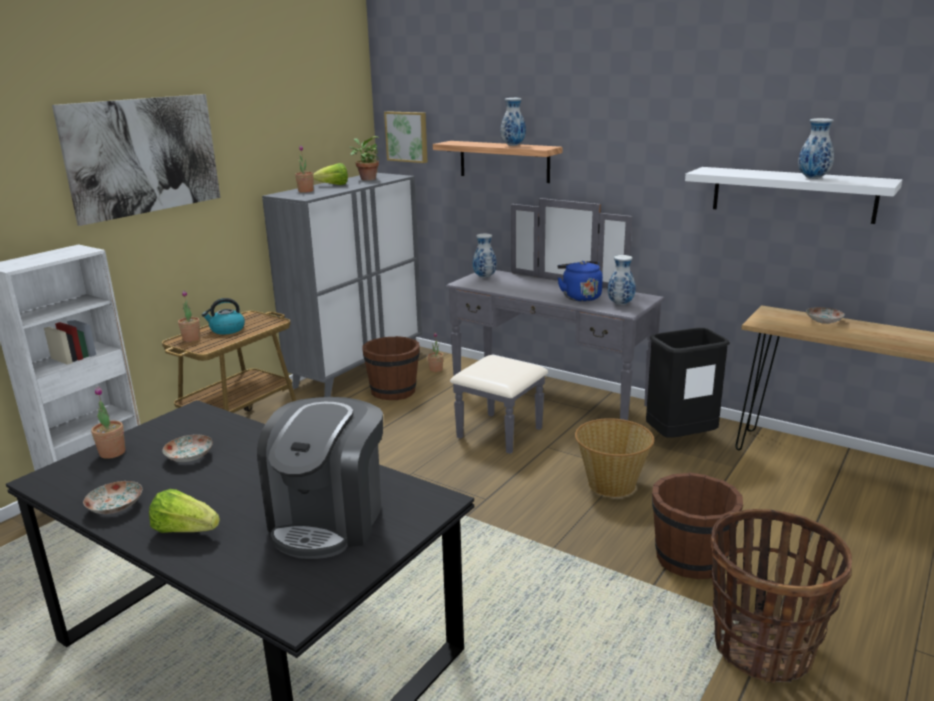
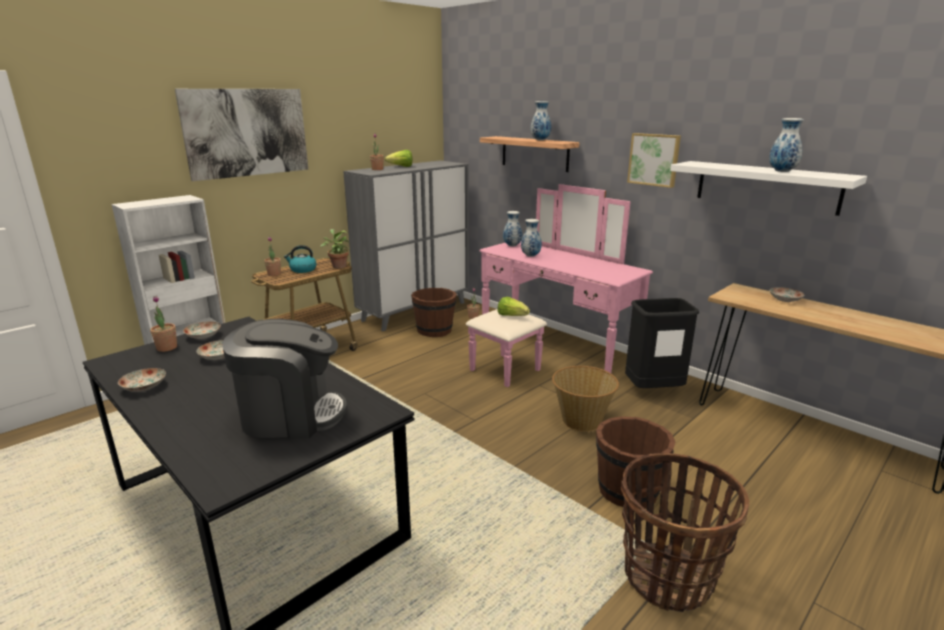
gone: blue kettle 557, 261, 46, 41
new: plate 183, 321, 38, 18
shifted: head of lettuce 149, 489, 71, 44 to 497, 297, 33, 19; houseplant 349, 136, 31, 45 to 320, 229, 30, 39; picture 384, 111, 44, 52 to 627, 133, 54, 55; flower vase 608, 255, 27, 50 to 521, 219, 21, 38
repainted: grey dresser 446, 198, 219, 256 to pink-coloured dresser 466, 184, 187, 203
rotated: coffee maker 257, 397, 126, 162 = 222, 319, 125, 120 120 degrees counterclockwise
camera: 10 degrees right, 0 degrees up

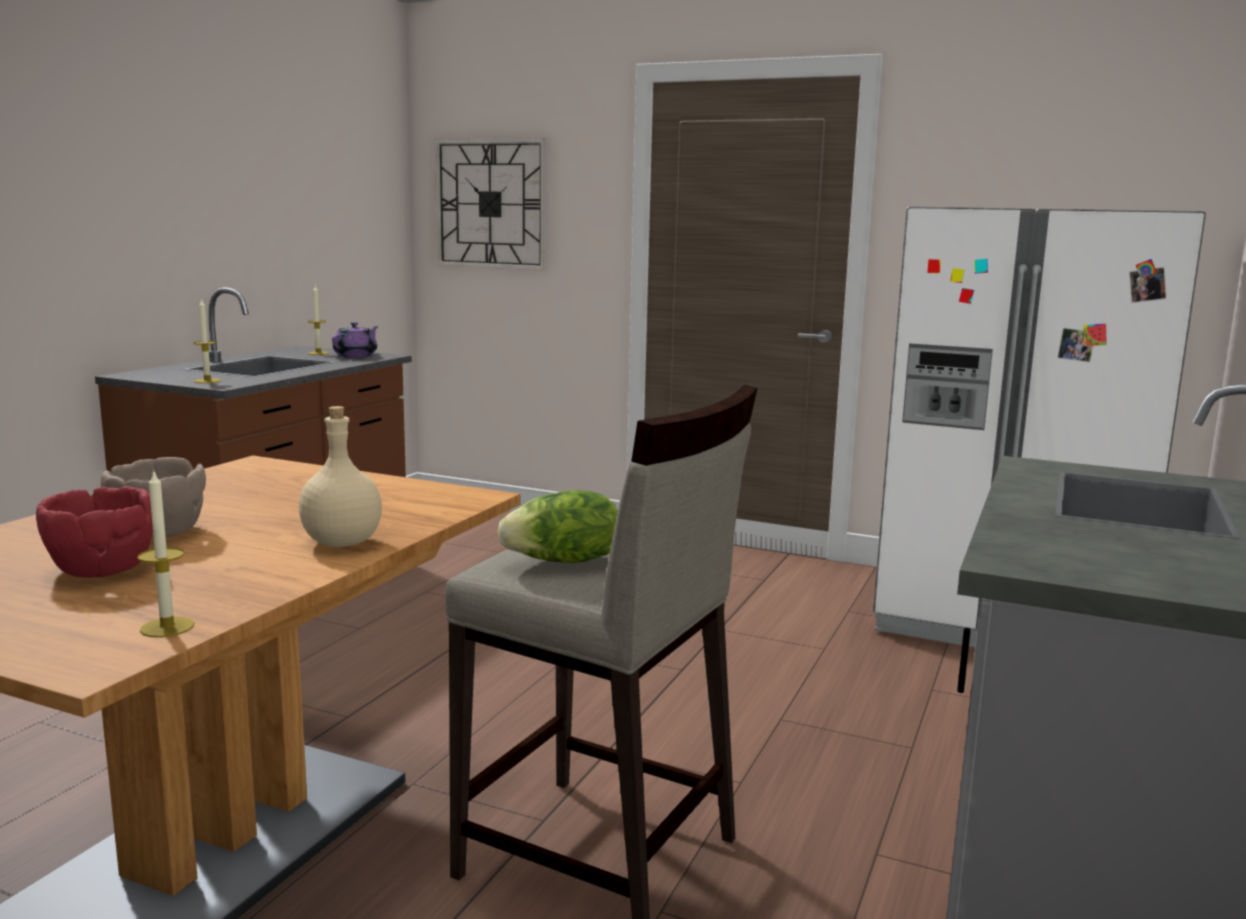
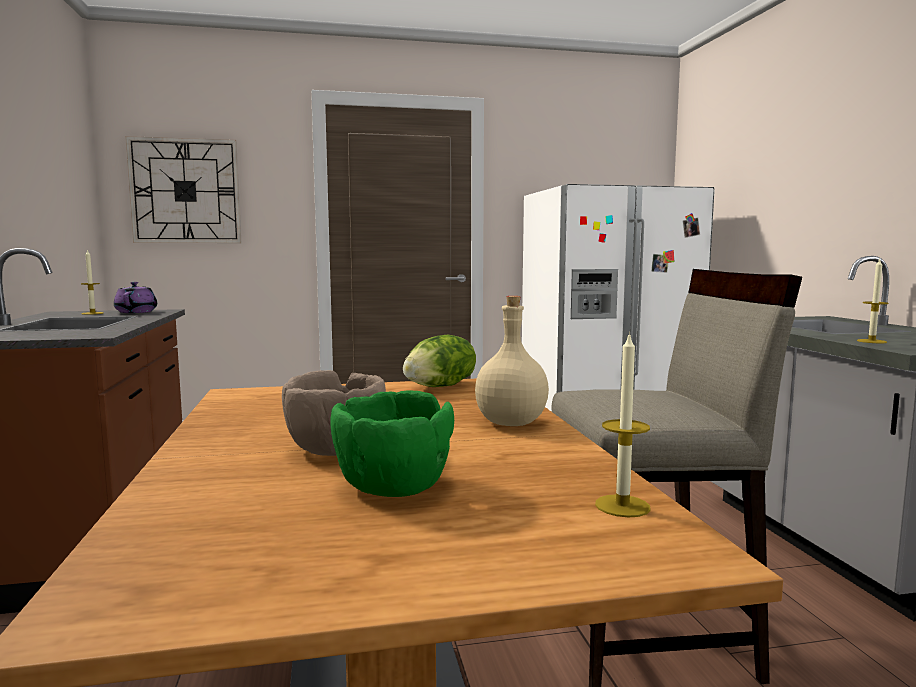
shifted: wax light 193, 298, 28, 85 to 857, 259, 31, 84; head of lettuce 498, 490, 120, 73 to 403, 335, 73, 52
repainted: red bowl 36, 486, 117, 92 to greenish bowl 330, 390, 124, 107
camera: 35 degrees left, 5 degrees down

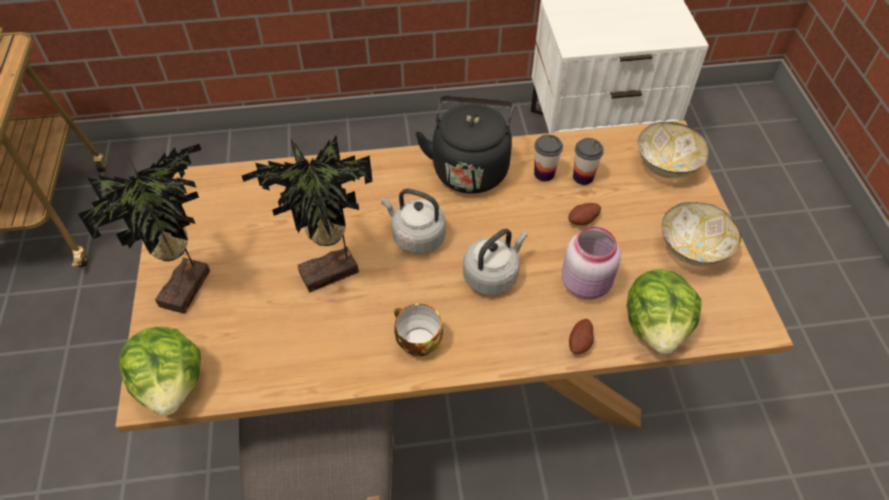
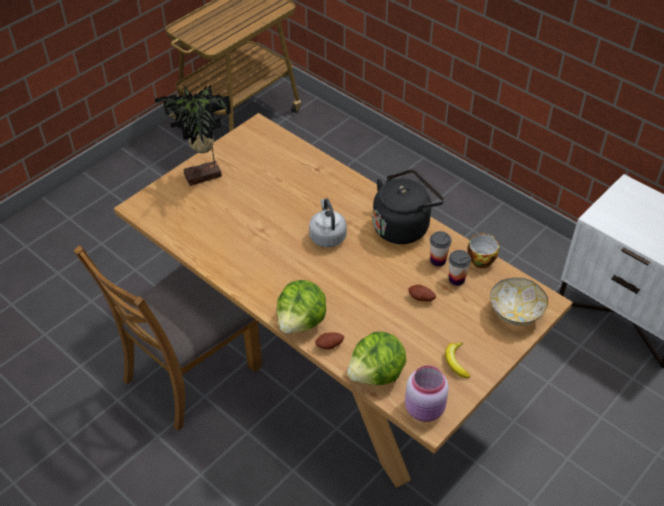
gone: houseplant 242, 136, 130, 156; grey kettle 463, 229, 65, 66
shifted: head of lettuce 119, 327, 82, 89 to 276, 280, 50, 54; small cup 394, 304, 49, 53 to 467, 232, 32, 36; pink-coloured storage jar 562, 226, 59, 74 to 405, 365, 44, 57
swapped: bowl 662, 202, 79, 64 to banana 445, 342, 25, 36
camera: 50 degrees right, 5 degrees down

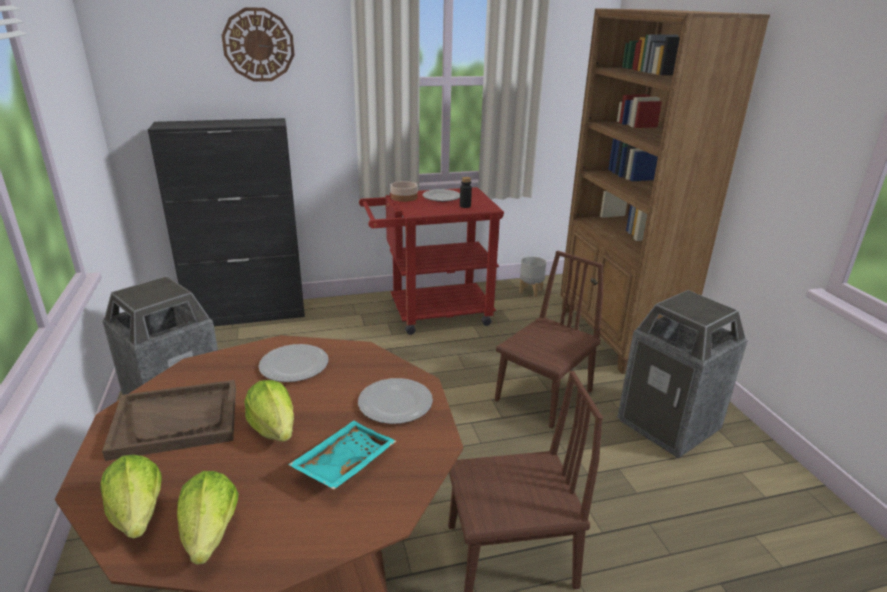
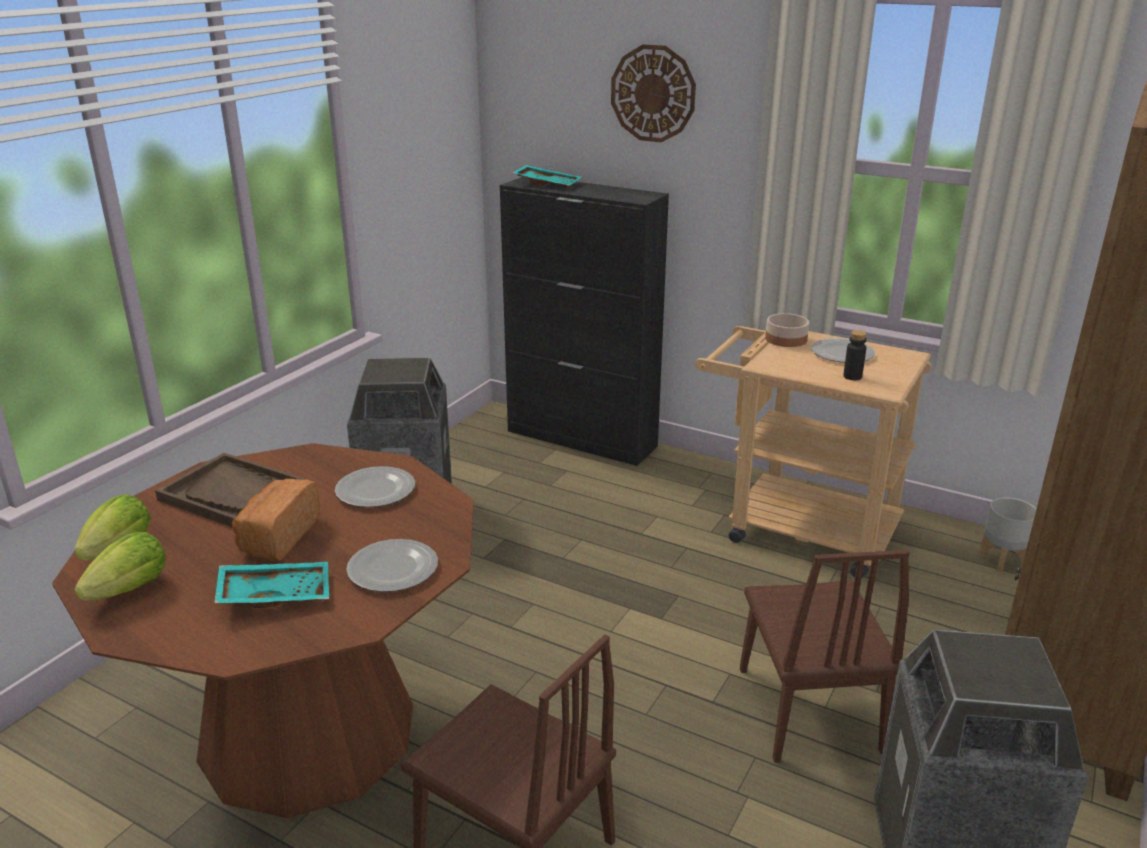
new: turquoise-coloured serving tray 512, 165, 69, 23
swapped: head of lettuce 244, 380, 50, 62 to baked bread 232, 479, 88, 82
repainted: red cart 359, 187, 145, 148 to sand-coloured cart 695, 326, 237, 252
rotated: brown chair 495, 251, 108, 178 = 740, 550, 170, 213 90 degrees clockwise
camera: 45 degrees right, 0 degrees up

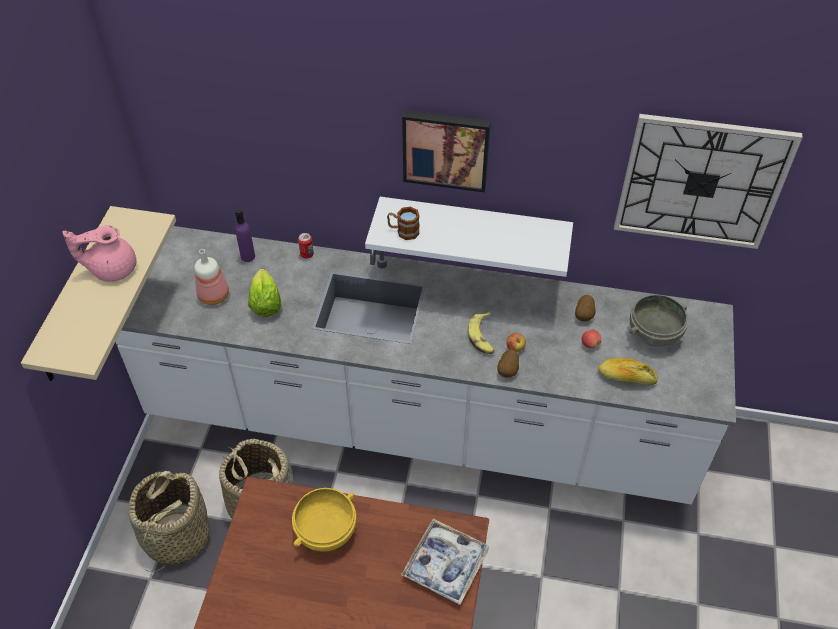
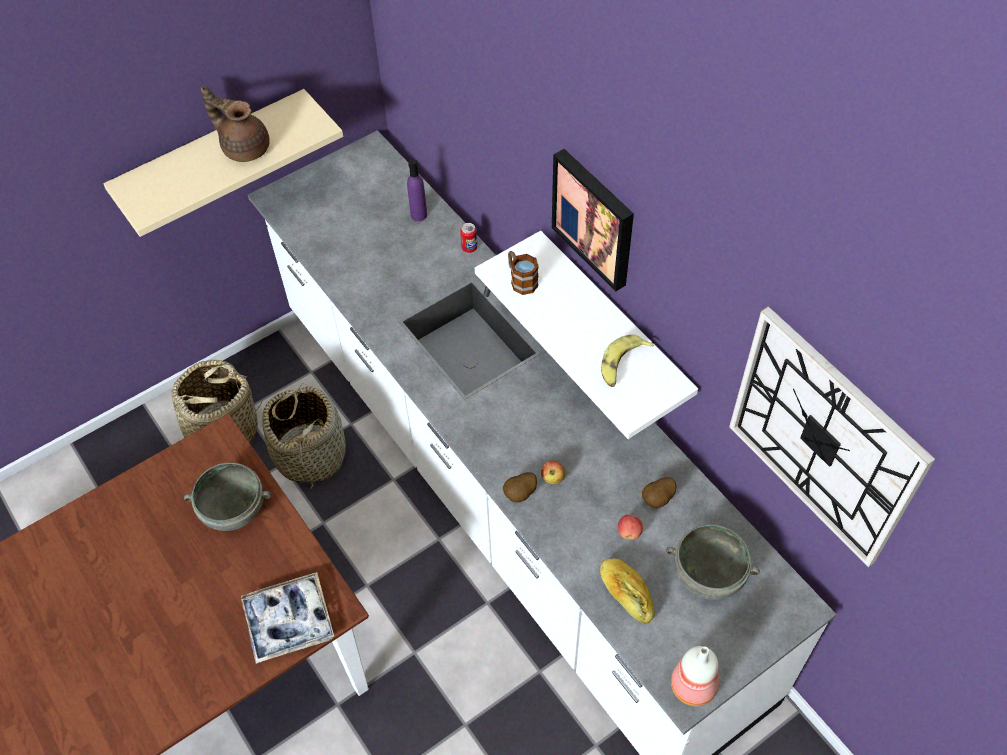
gone: head of lettuce 248, 269, 33, 48
shifted: beverage bottle 194, 249, 35, 56 to 671, 646, 48, 60; banana 468, 312, 27, 42 to 601, 335, 53, 52
repainted: pink-coloured tea pot 62, 225, 74, 56 to brown tea pot 201, 86, 69, 76; yellowish bowl 292, 488, 64, 64 to grey bowl 184, 462, 87, 69
camera: 45 degrees right, 5 degrees up

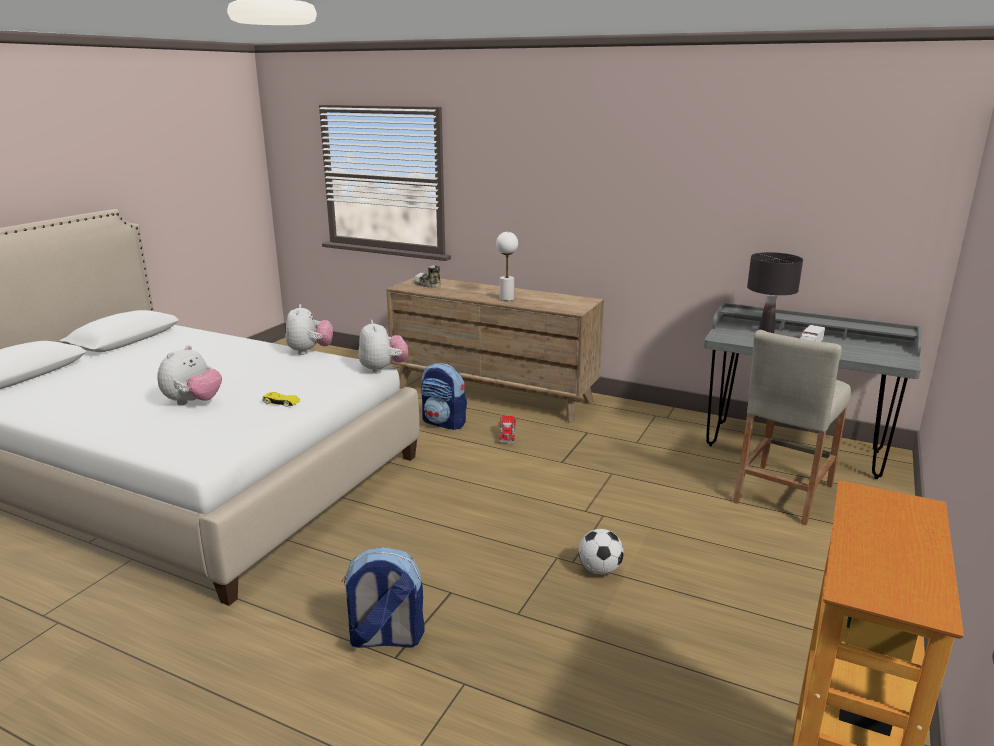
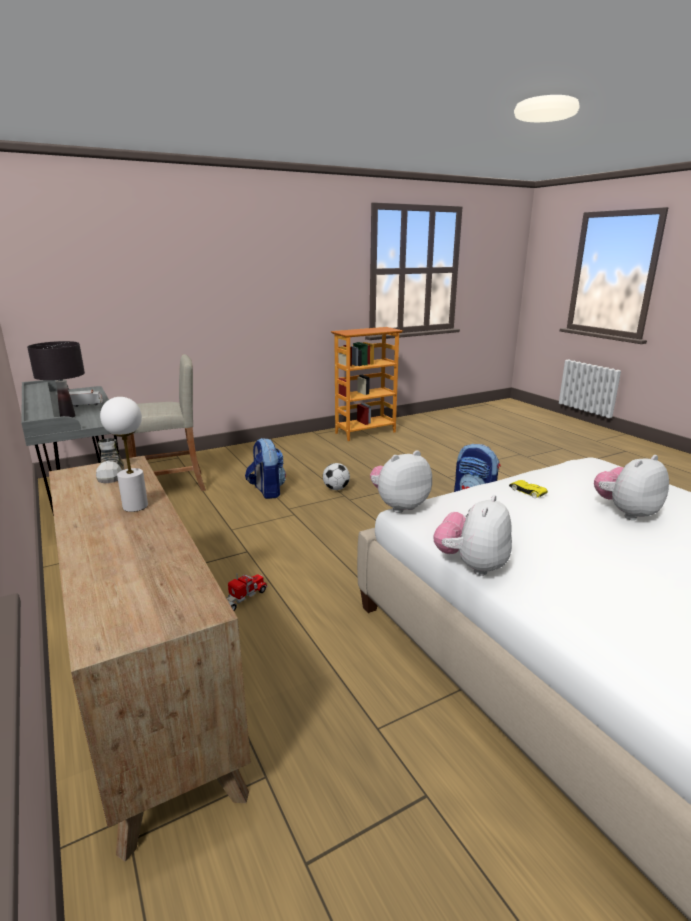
shifted: shoe 414, 265, 27, 23 to 96, 438, 28, 45; knapsack 421, 363, 46, 67 to 245, 438, 41, 61
rotated: cuddly toy 358, 320, 50, 54 = 370, 450, 62, 63 45 degrees clockwise
camera: 145 degrees left, 0 degrees up

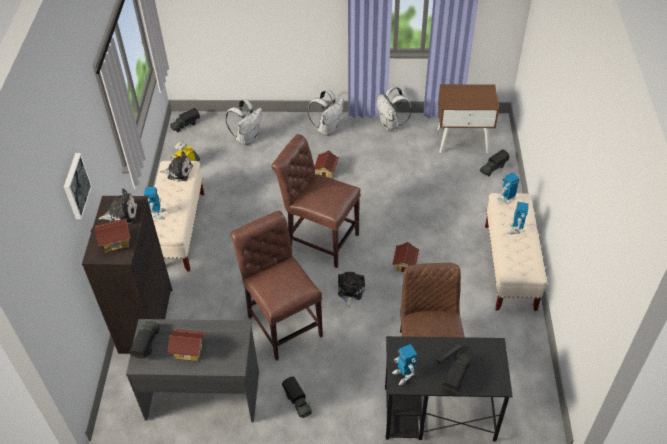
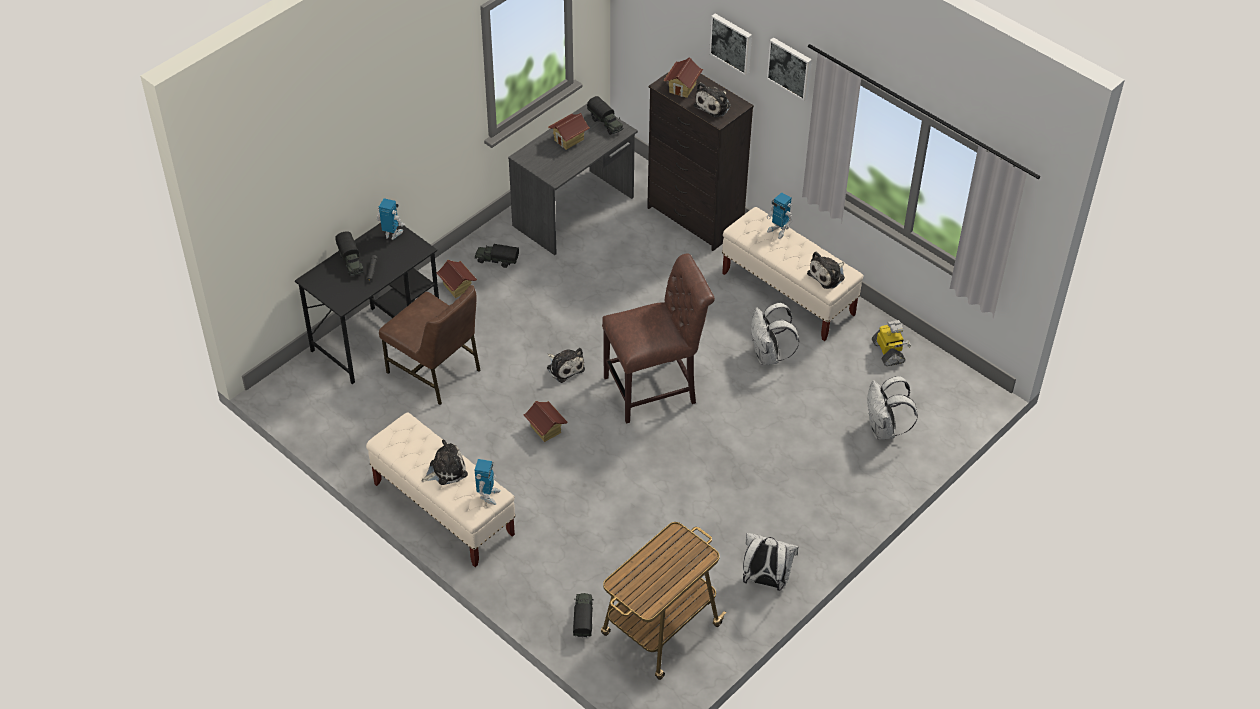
gone: toy truck 170, 108, 30, 24; brown chair 231, 210, 92, 151
new: picture 766, 37, 46, 64
shifted: white-coloured knapsack 308, 89, 36, 47 to 751, 303, 48, 62; miniature house 314, 150, 25, 28 to 436, 260, 41, 38
swapped: brown nightstand 437, 84, 62, 69 to cart 601, 522, 125, 158; model robot 507, 202, 22, 33 to cuddly toy 421, 439, 47, 46
camera: 130 degrees right, 0 degrees up

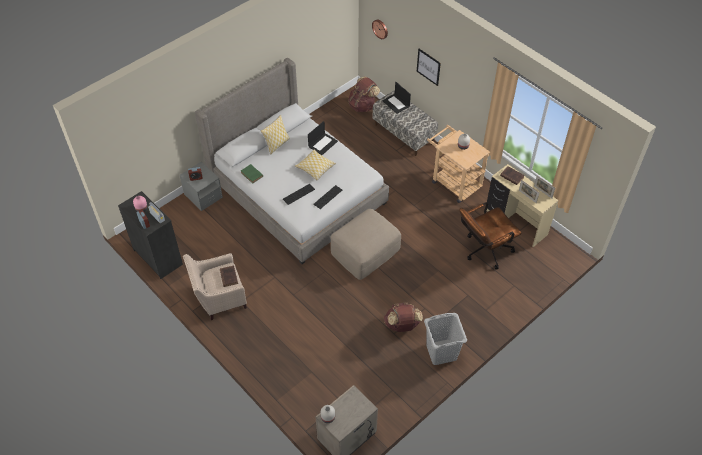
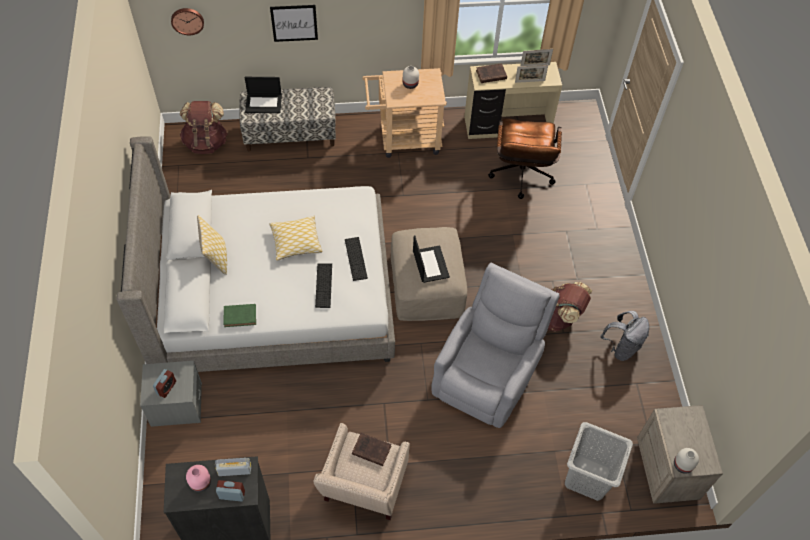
new: grey lounge chair 431, 263, 129, 165; grey knapsack 600, 311, 49, 50
shifted: notebook computer 308, 121, 30, 34 to 413, 236, 37, 47; grey laundry basket 424, 313, 43, 52 to 565, 422, 68, 79
camera: 55 degrees left, 5 degrees up

